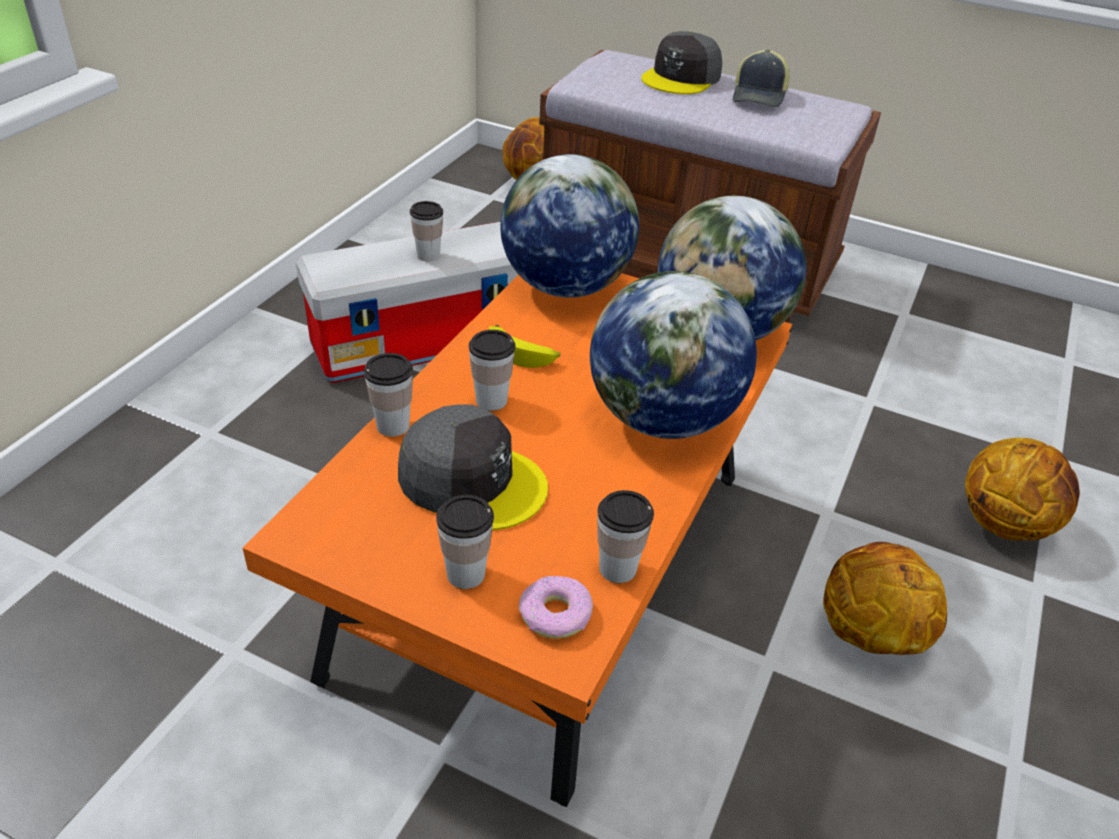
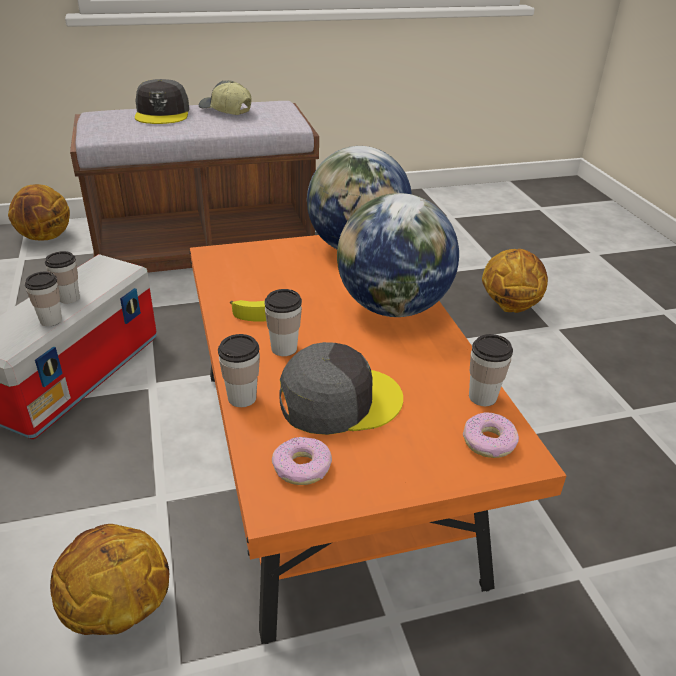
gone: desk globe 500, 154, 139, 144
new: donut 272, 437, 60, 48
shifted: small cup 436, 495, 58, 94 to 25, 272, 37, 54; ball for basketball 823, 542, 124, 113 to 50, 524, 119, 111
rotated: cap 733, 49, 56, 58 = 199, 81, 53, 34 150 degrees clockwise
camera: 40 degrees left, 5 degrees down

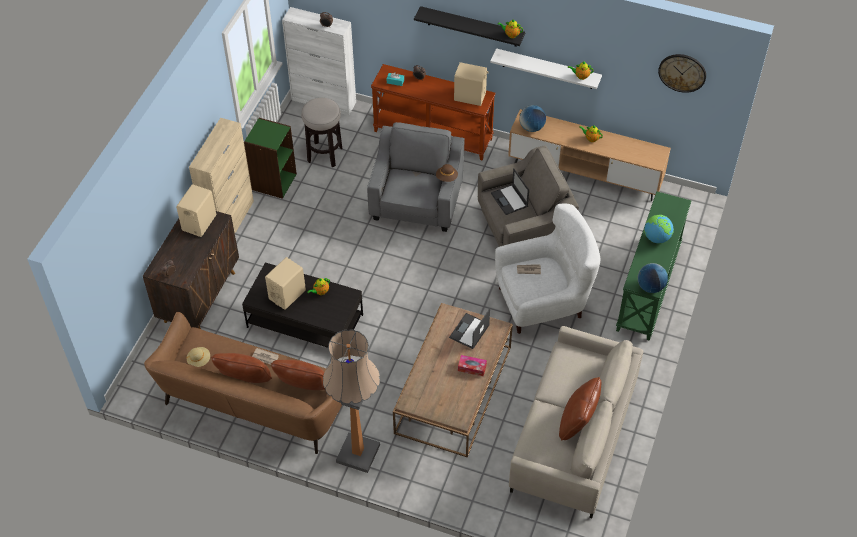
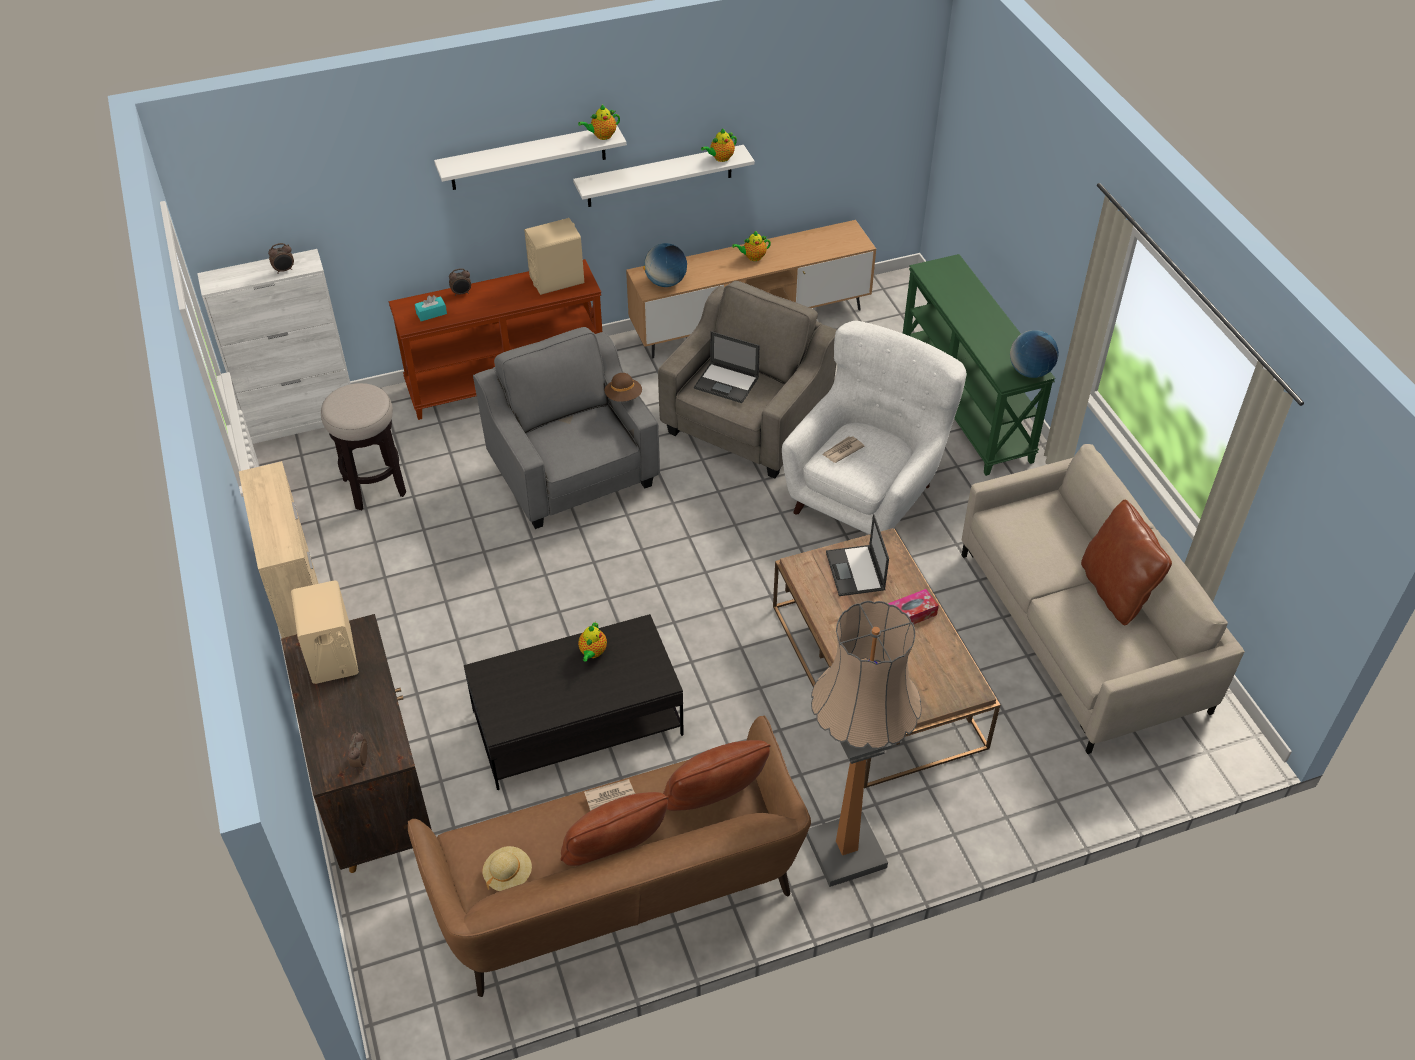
gone: greenish shelving unit 244, 118, 53, 81; sand-coloured loudspeaker 265, 257, 41, 53; desk globe 644, 215, 30, 28; wall clock 658, 54, 48, 39
repainted: black-coloured shelf 414, 6, 112, 41 to white-coloured shelf 434, 126, 193, 64
camera: 40 degrees left, 5 degrees down

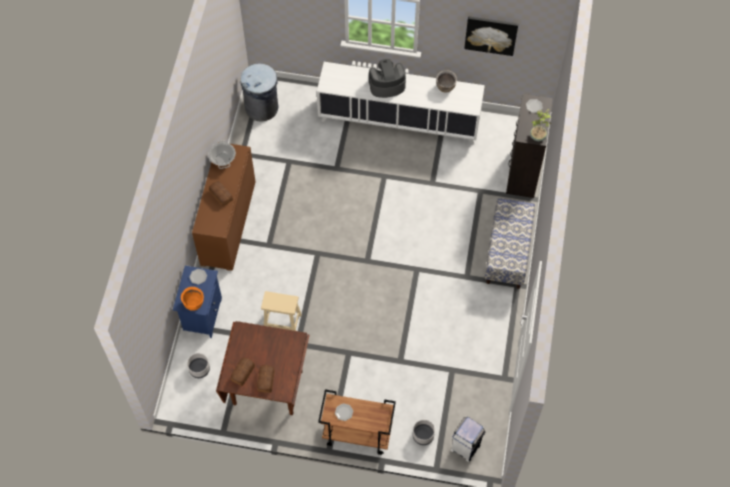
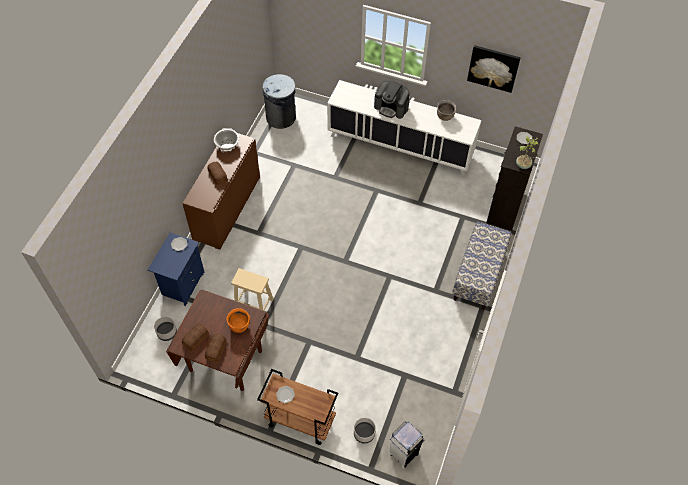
shifted: orangey saucepot 181, 287, 23, 24 to 226, 308, 24, 25
rotated: coffee maker 369, 59, 37, 39 = 374, 81, 36, 38 150 degrees counterclockwise
camera: 10 degrees right, 5 degrees down

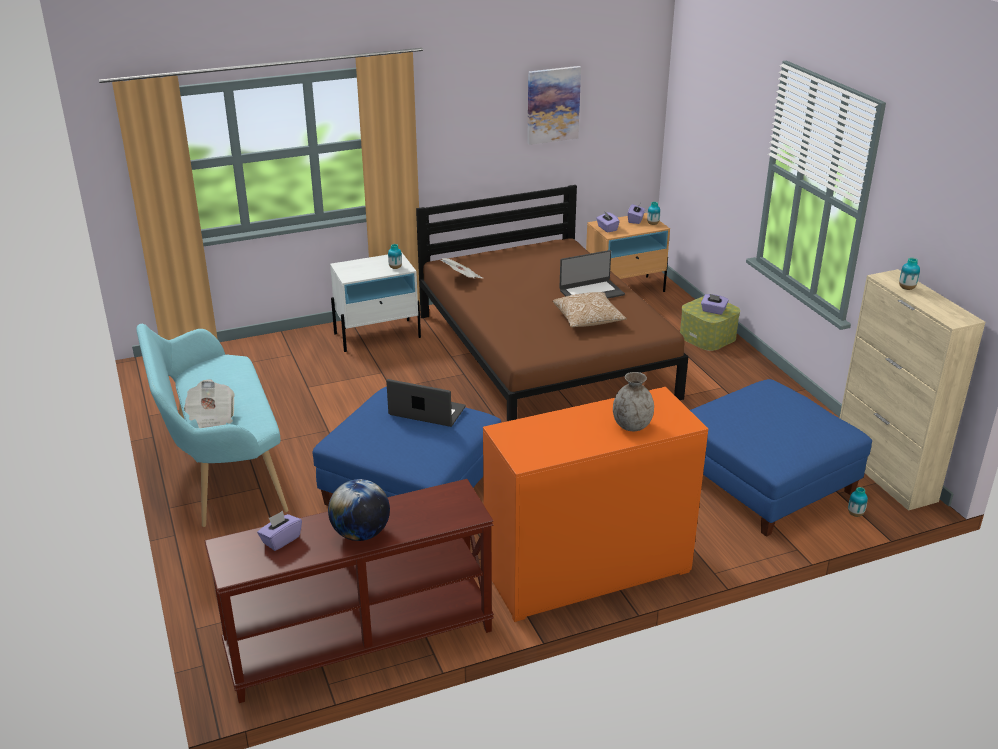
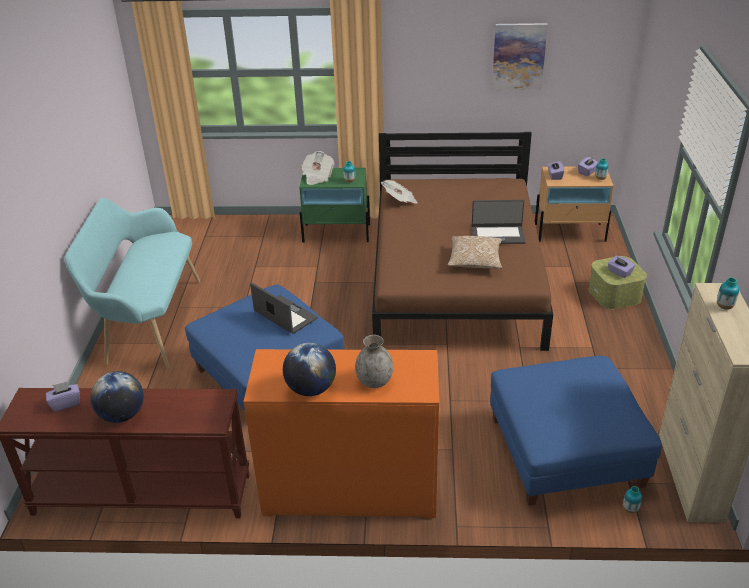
new: desk globe 283, 343, 53, 53
shifted: printed paper 184, 380, 51, 48 to 301, 151, 34, 34
repainted: white-coloured nightstand 330, 252, 91, 100 to greenish nightstand 299, 168, 71, 75
camera: 25 degrees right, 5 degrees up

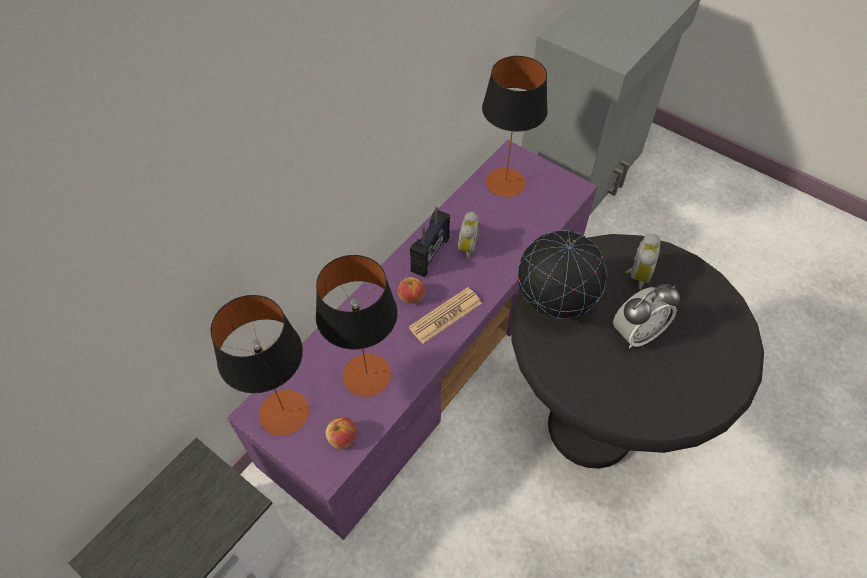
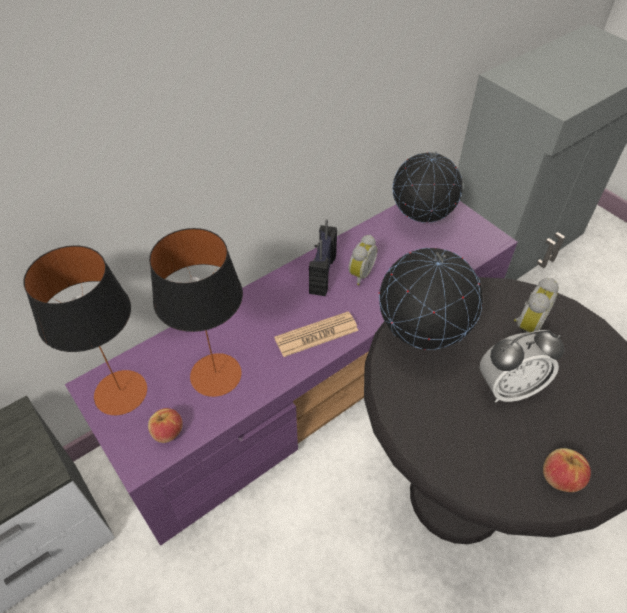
shifted: apple fruit 398, 277, 27, 26 to 543, 448, 48, 44
swapped: lamp for a table 482, 56, 66, 141 to desk globe 392, 151, 70, 72
rotated: radio set 410, 207, 40, 70 = 309, 220, 28, 76 150 degrees clockwise
camera: 15 degrees right, 5 degrees down

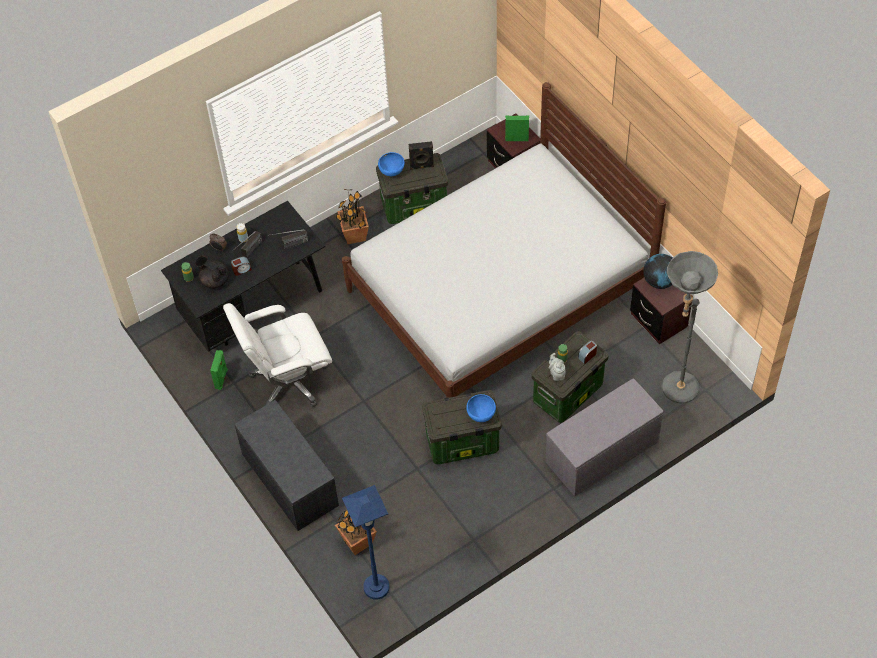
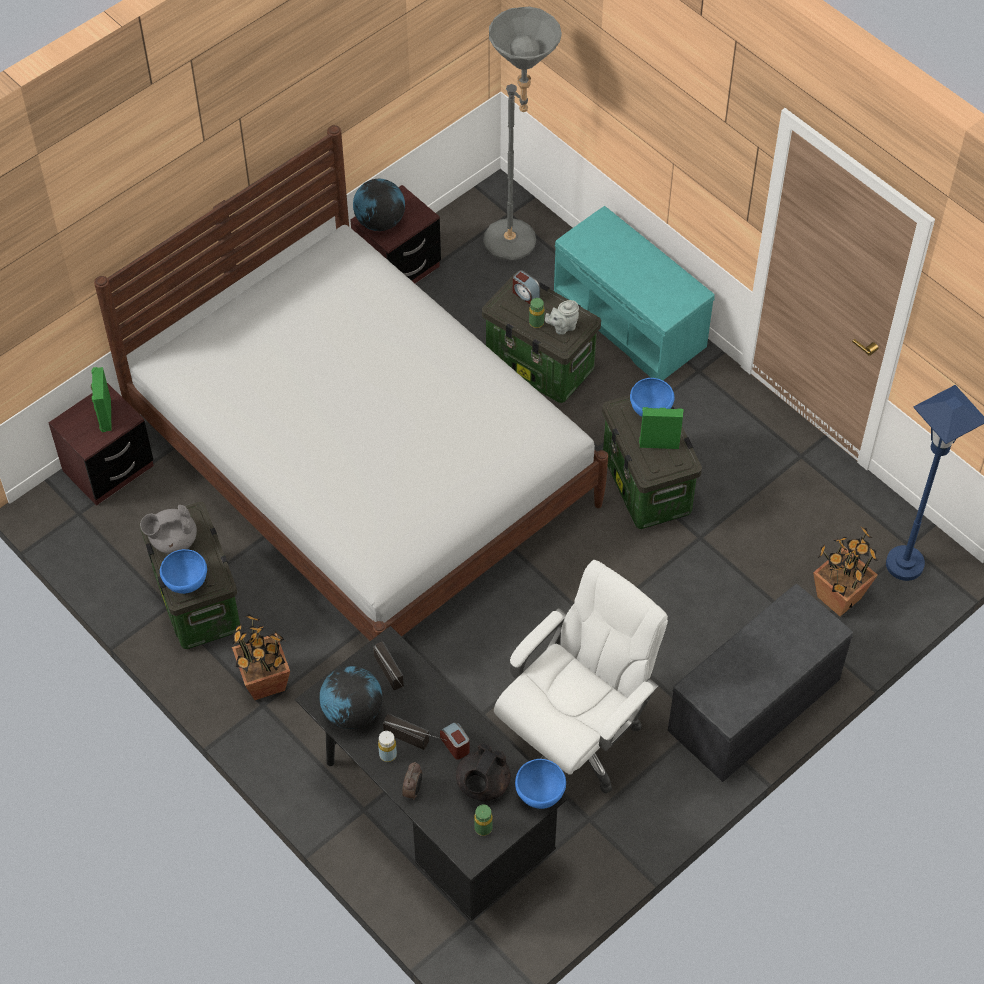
new: desk globe 319, 666, 63, 63; blue bowl 515, 759, 51, 50
shifted: greenish loudspeaker 210, 350, 18, 40 to 639, 407, 45, 42
swapped: black-coloured loudspeaker 409, 141, 25, 29 to grey tea pot 140, 505, 57, 49
repainted: grey long seat 545, 378, 119, 119 to turquoise-coloured long seat 554, 206, 161, 174
rotated: white-coloured desk chair 223, 303, 109, 104 = 494, 560, 174, 234 105 degrees counterclockwise
camera: 100 degrees left, 0 degrees up

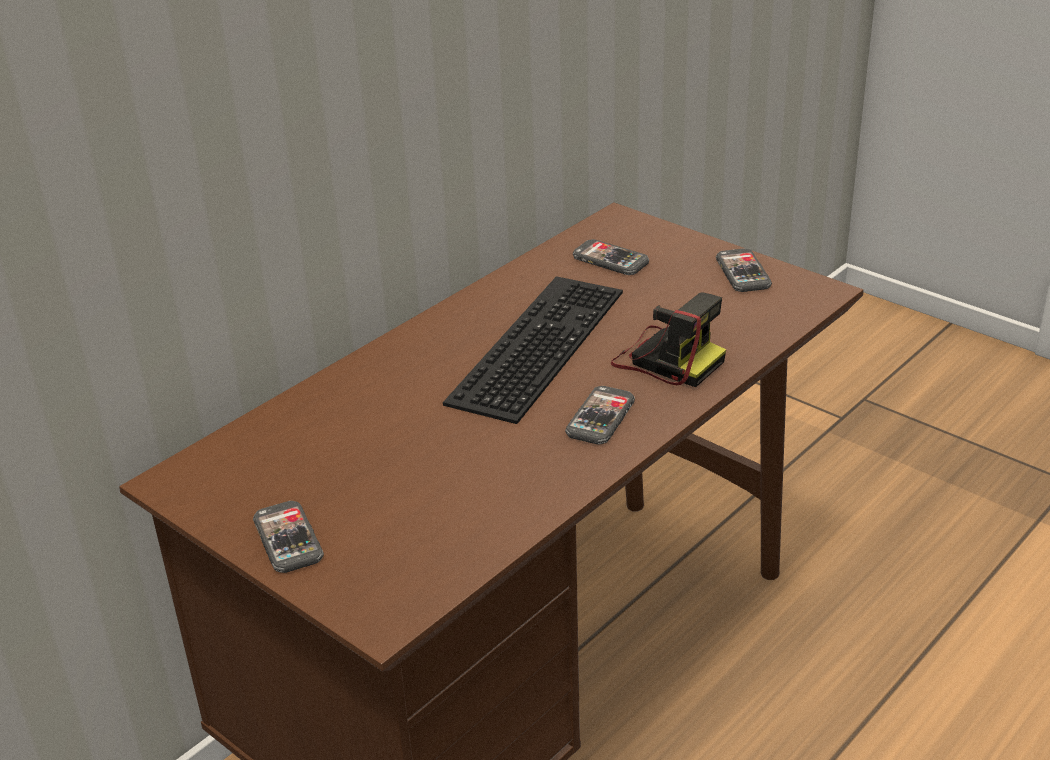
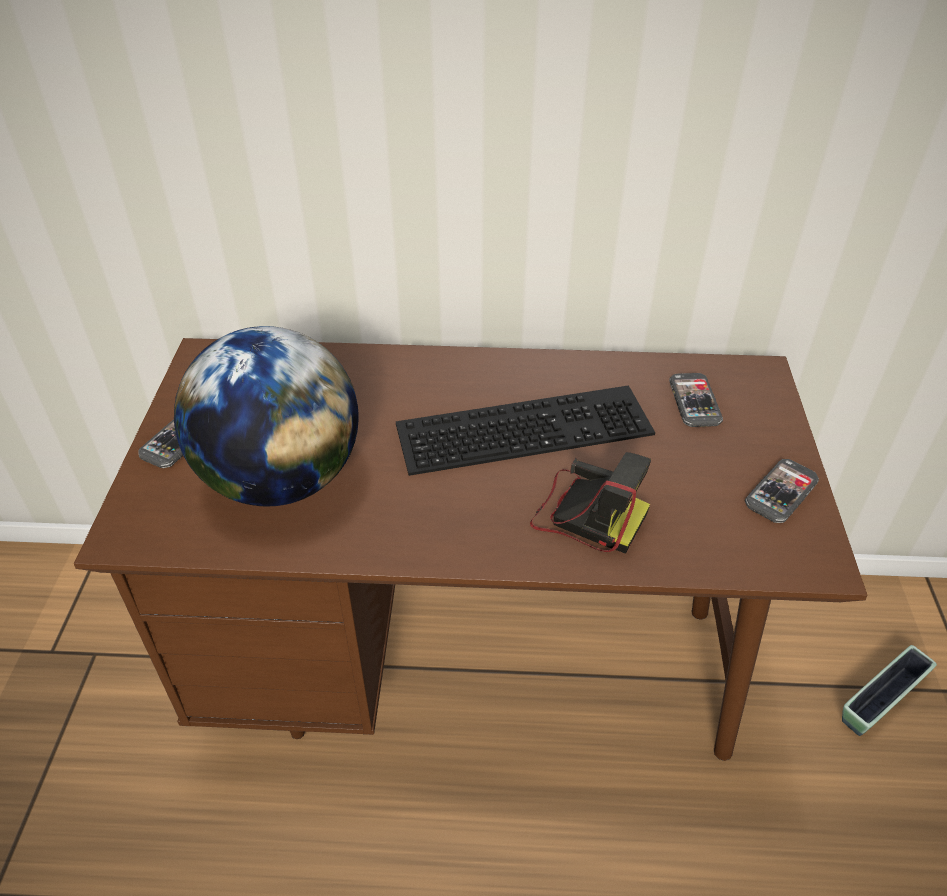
gone: phone 565, 386, 70, 58
new: desk globe 174, 326, 185, 180; flower pot 842, 645, 95, 91
rotated: photo camera 611, 292, 115, 95 = 530, 452, 121, 102 60 degrees counterclockwise
camera: 50 degrees right, 10 degrees up

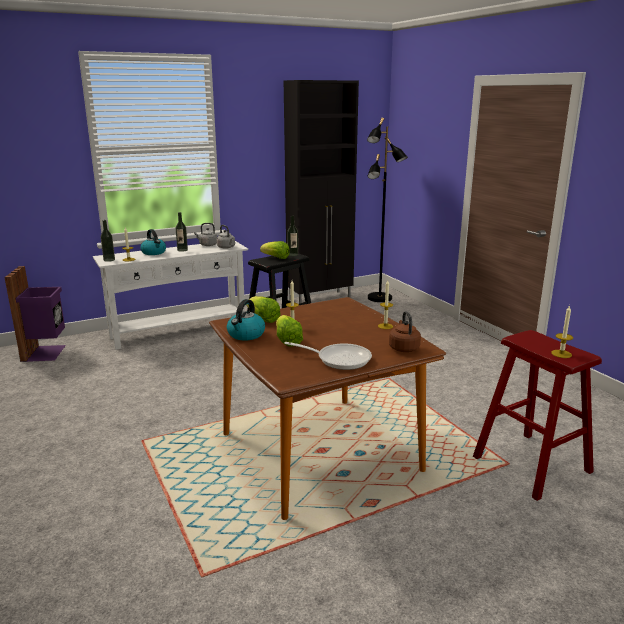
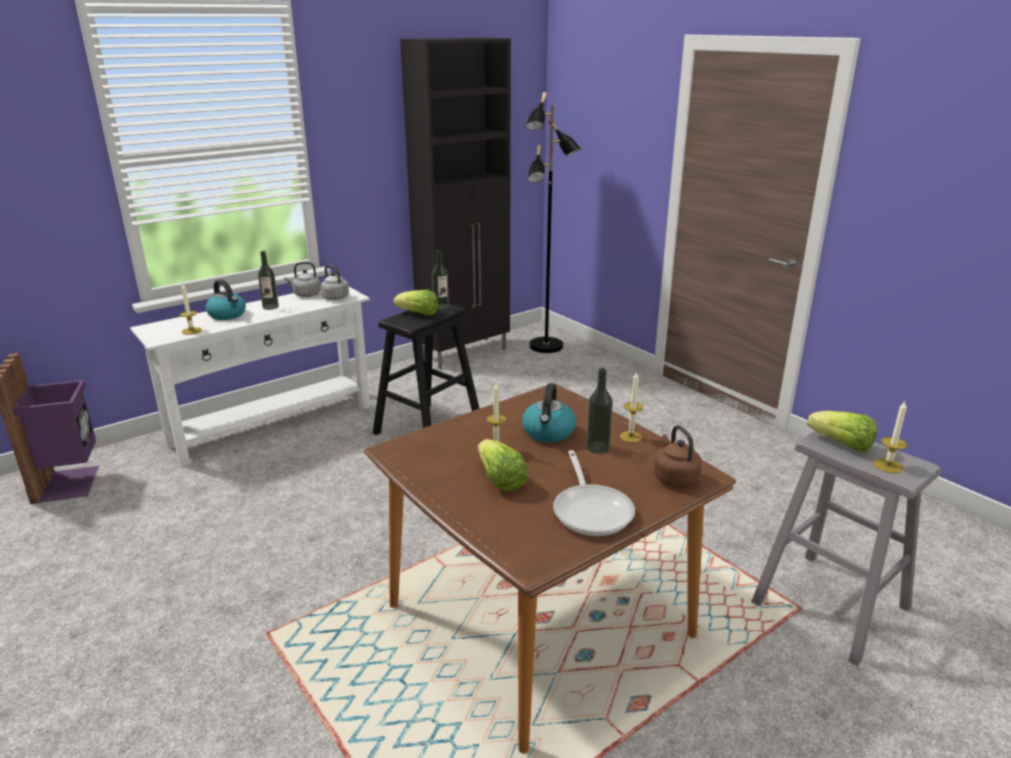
shifted: beverage bottle 101, 220, 14, 42 to 586, 368, 27, 86; kettle 227, 299, 38, 41 to 522, 383, 54, 59; head of lettuce 246, 296, 35, 27 to 807, 411, 70, 41
repainted: red sitting stool 473, 330, 129, 171 to grey sitting stool 751, 431, 190, 235
rotated: pan 284, 342, 88, 28 = 553, 450, 82, 86 75 degrees clockwise
camera: 10 degrees left, 5 degrees up

